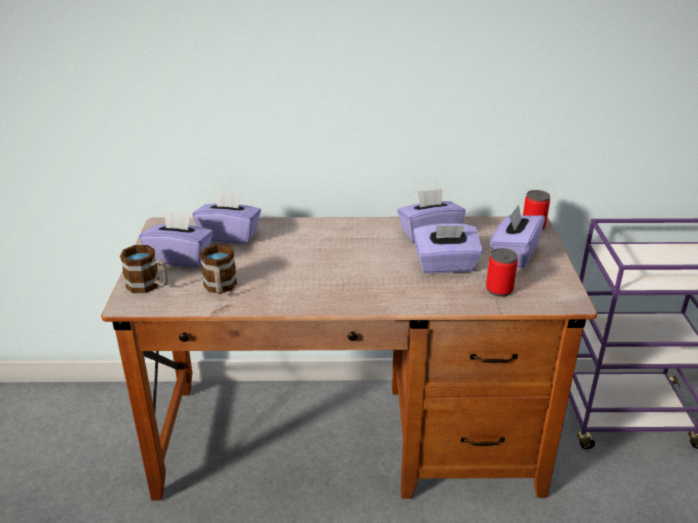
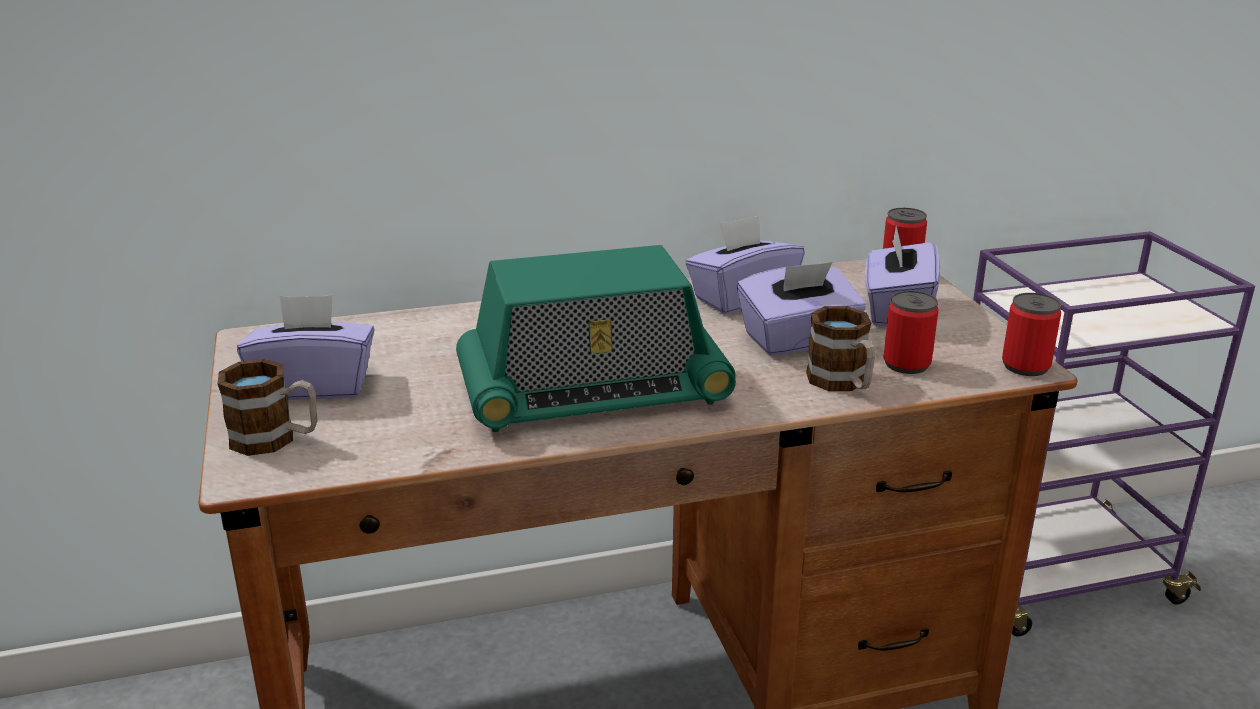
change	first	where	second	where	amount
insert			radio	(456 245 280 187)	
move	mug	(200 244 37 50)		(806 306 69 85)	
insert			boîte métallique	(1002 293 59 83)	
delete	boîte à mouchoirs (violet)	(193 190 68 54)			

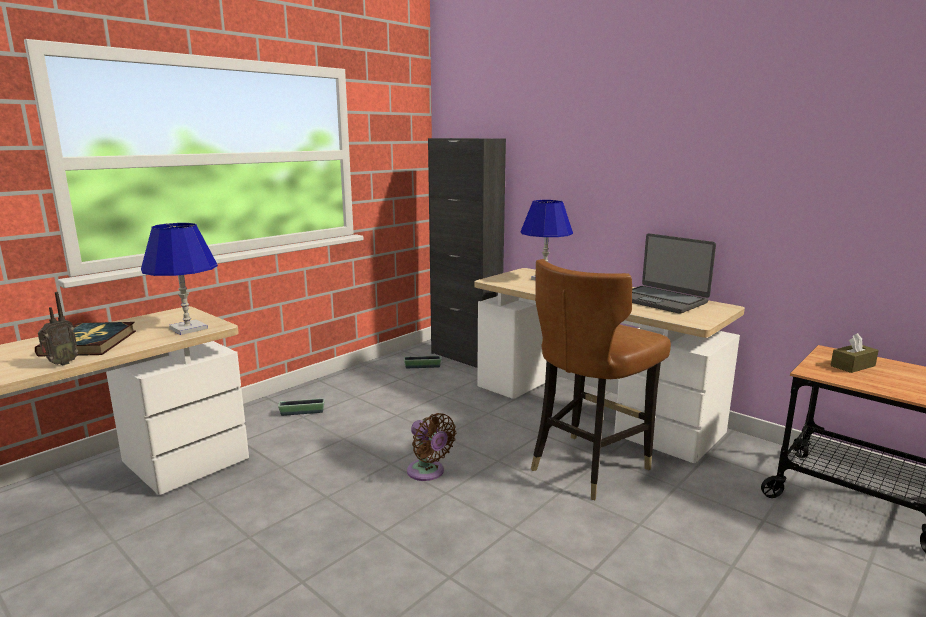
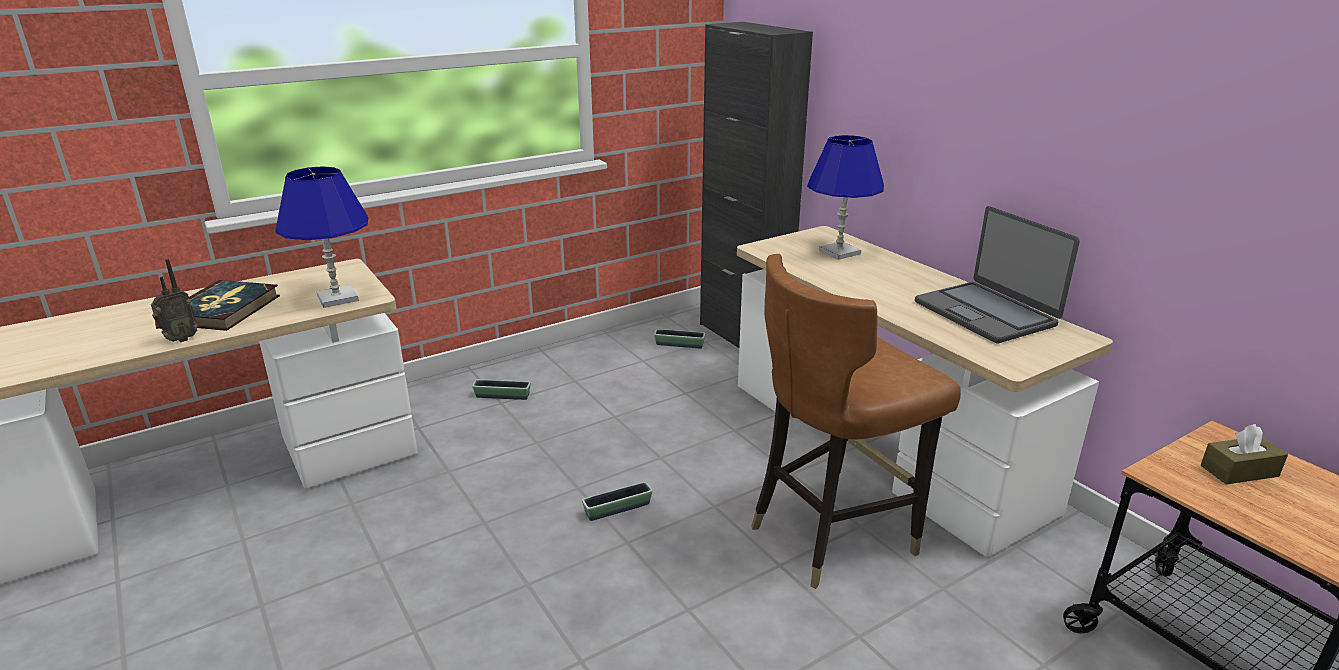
change	first	where	second	where	amount
replace	ventilateur (marron)	(407 413 49 68)	cache-pot	(582 482 71 39)	

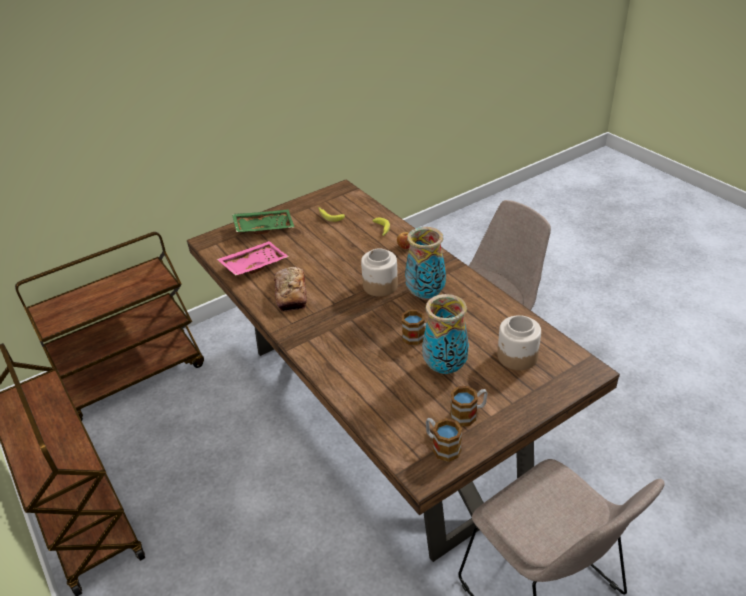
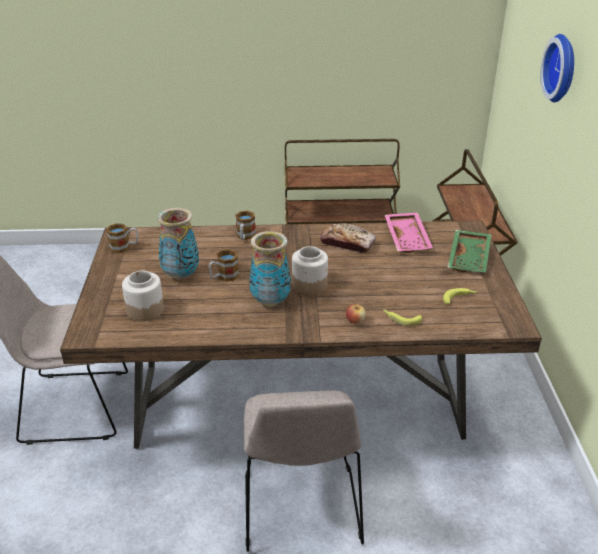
change	first	where	second	where	amount
move	mug	(450 386 38 40)		(235 211 21 29)	
insert			horloge murale	(540 34 34 68)	

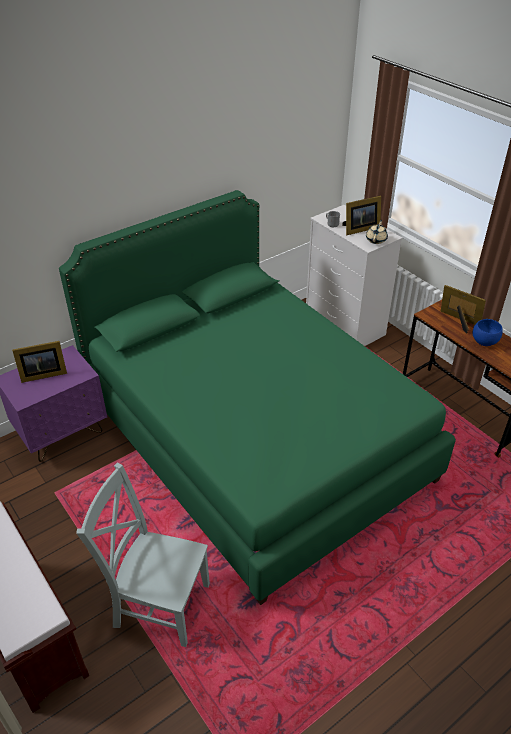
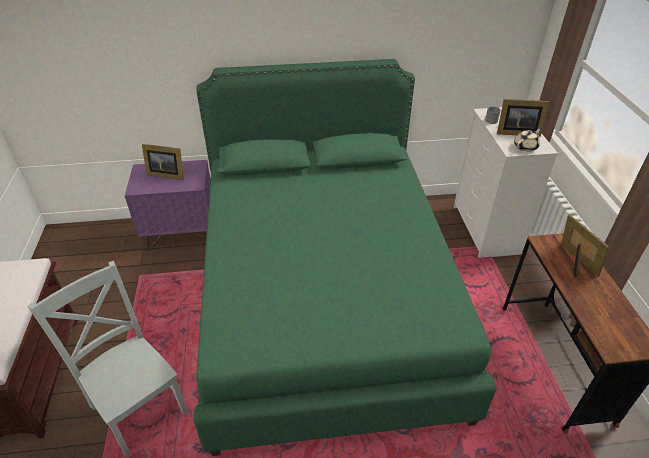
change	first	where	second	where	amount
delete	bol (bleu)	(472 319 31 27)			

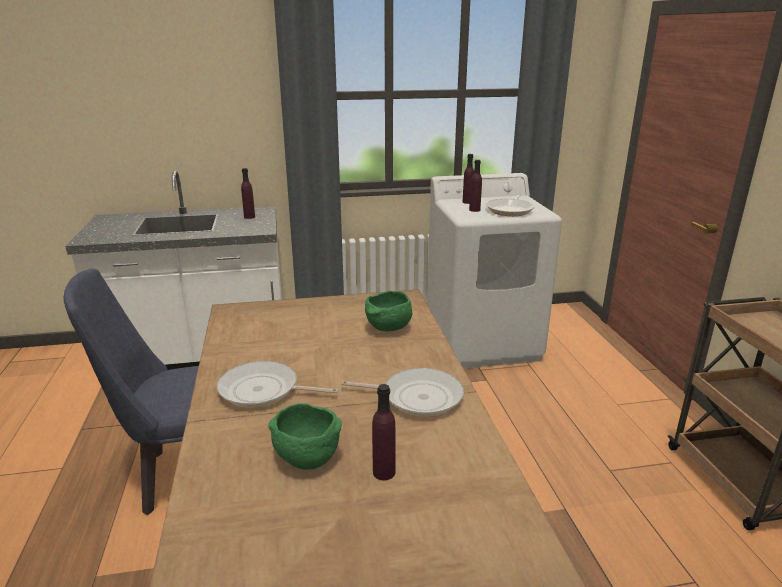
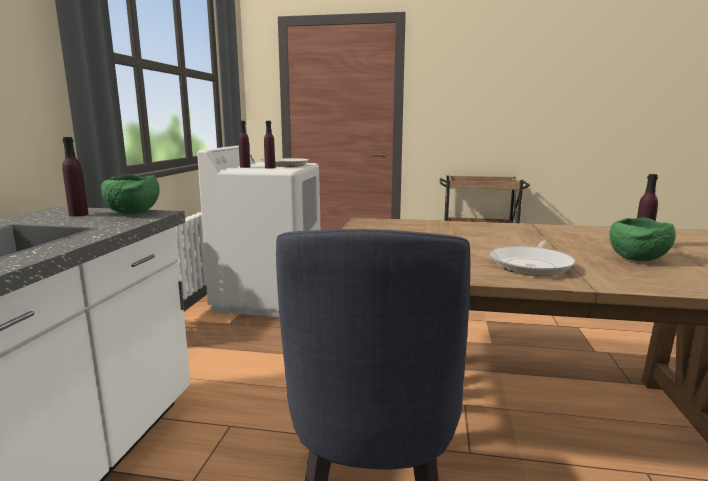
change	first	where	second	where	amount
move	bol (vert)	(365 290 47 42)		(101 174 59 40)	
delete	poêle	(341 368 123 48)			

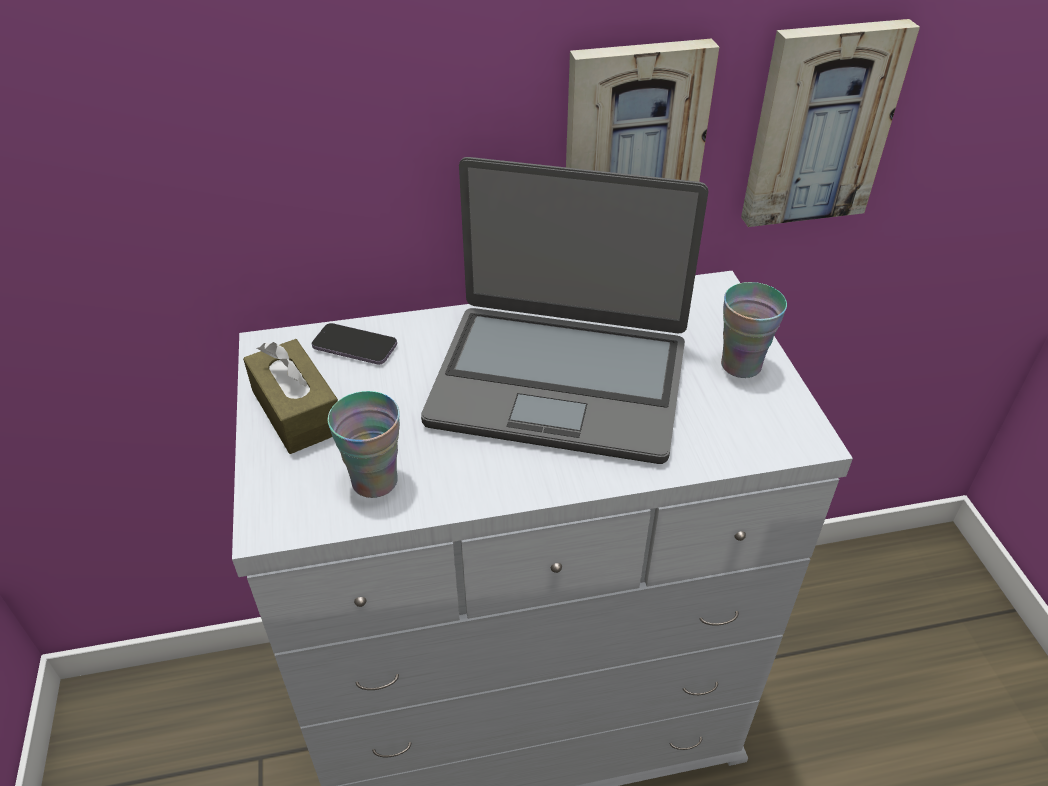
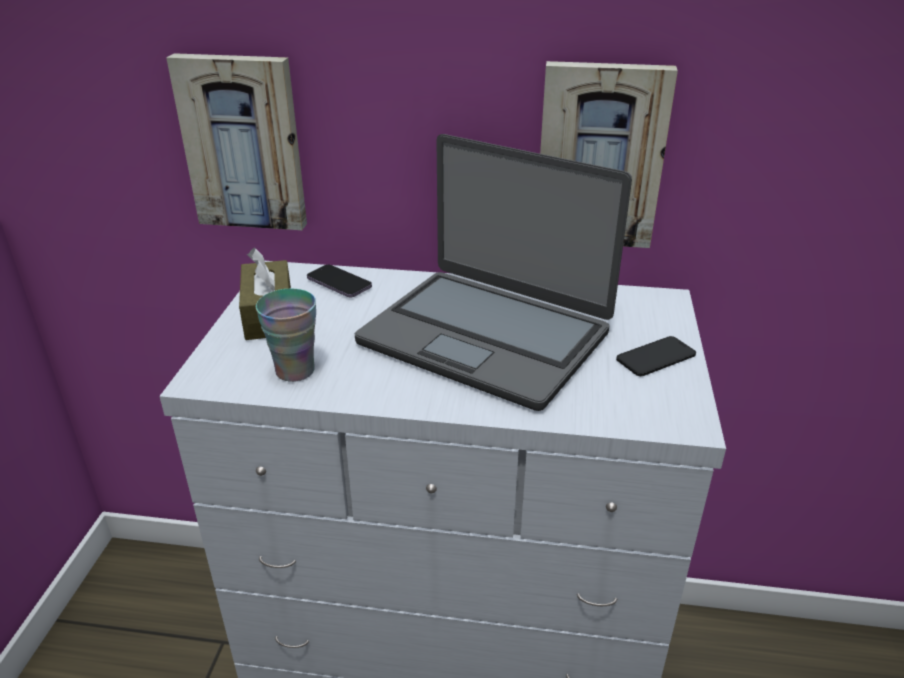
change	first	where	second	where	amount
move	tableau	(741 19 179 208)		(166 53 141 177)	
replace	tasse	(721 282 66 96)	téléphone	(616 336 80 40)	

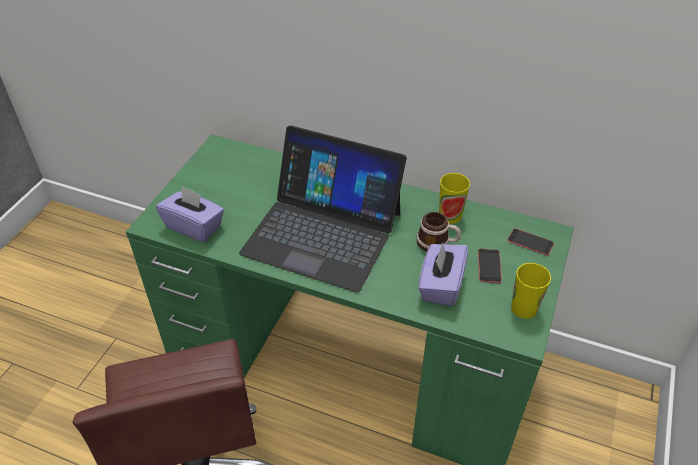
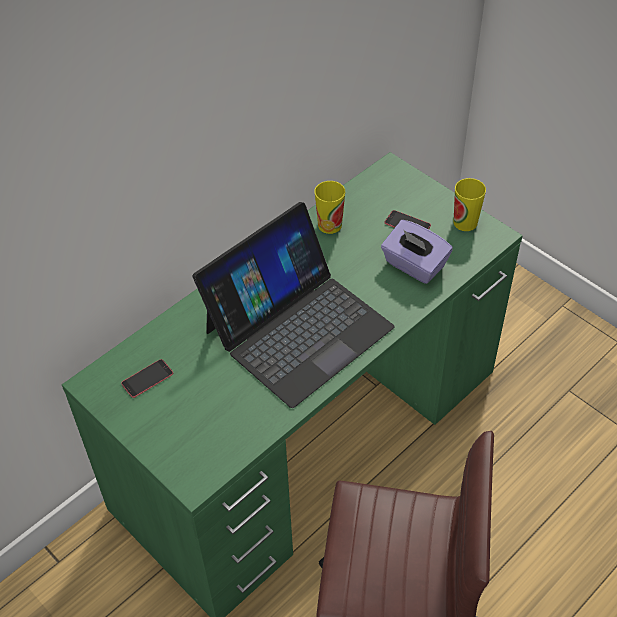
change	first	where	second	where	amount
move	téléphone	(508 228 46 28)		(121 359 52 39)	
delete	boîte à mouchoirs (violet)	(156 186 68 56)			
delete	mug	(417 212 44 39)			

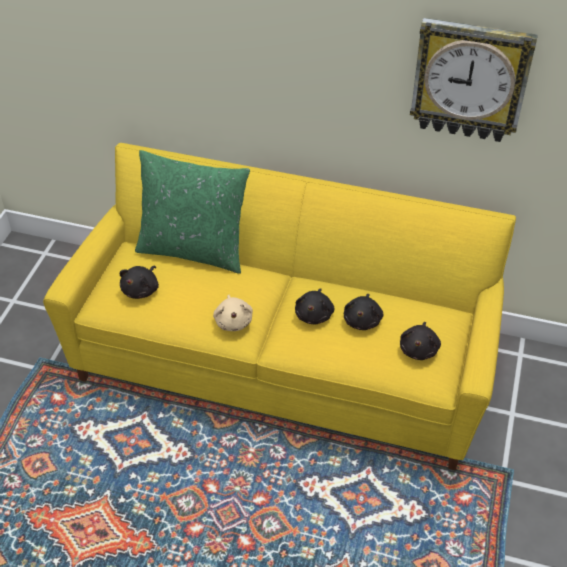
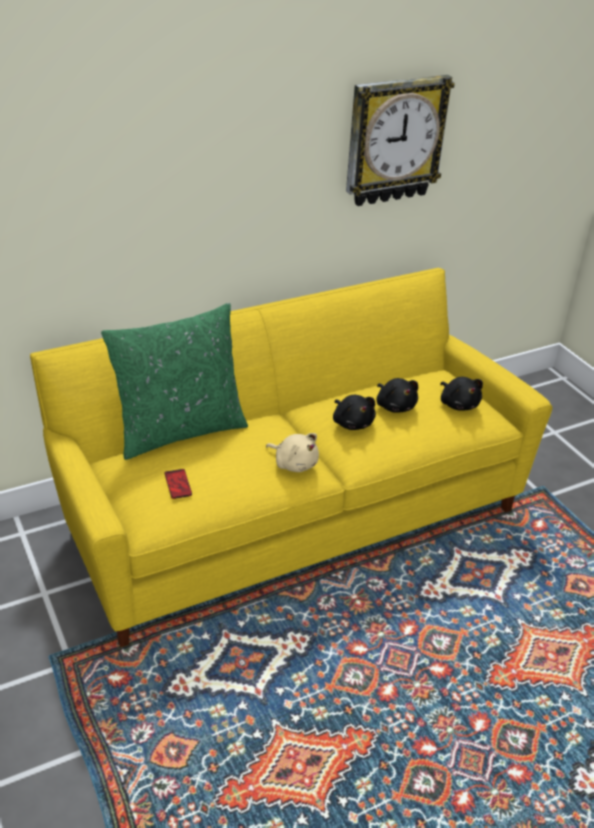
change	first	where	second	where	amount
replace	peluche (noir)	(120 266 39 33)	téléphone	(165 469 27 30)	

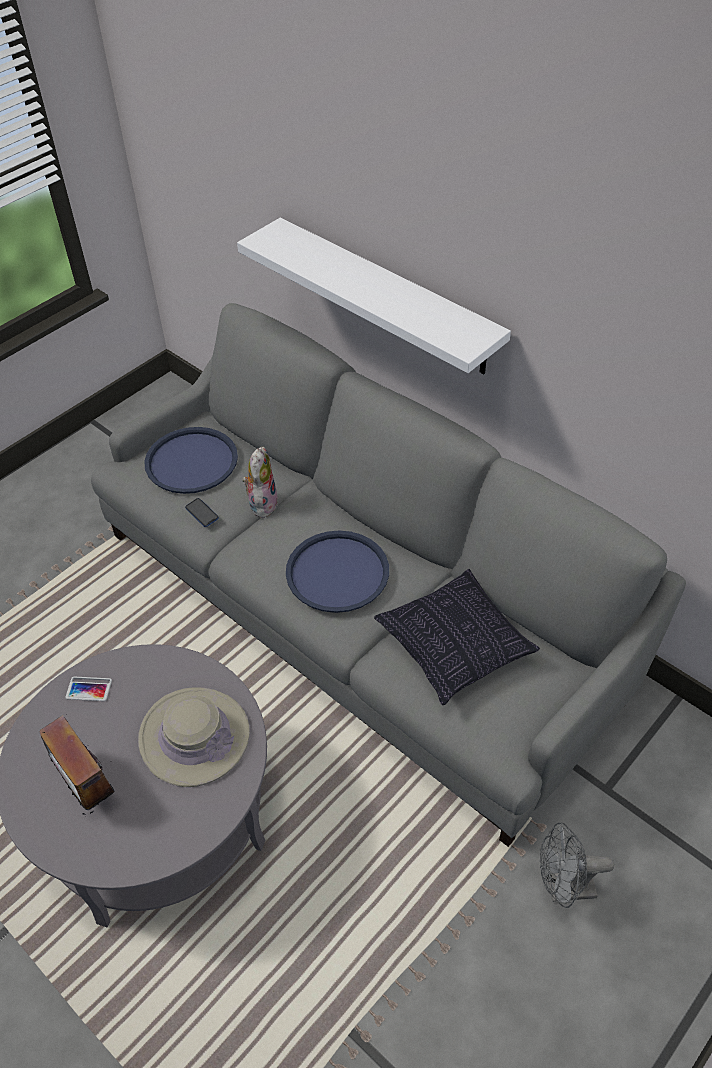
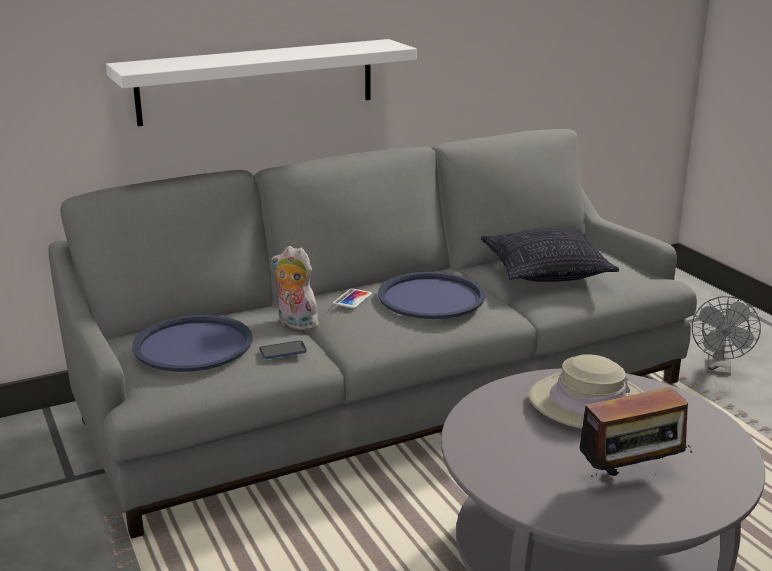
change	first	where	second	where	amount
move	téléphone	(65 676 47 25)		(333 288 39 20)	

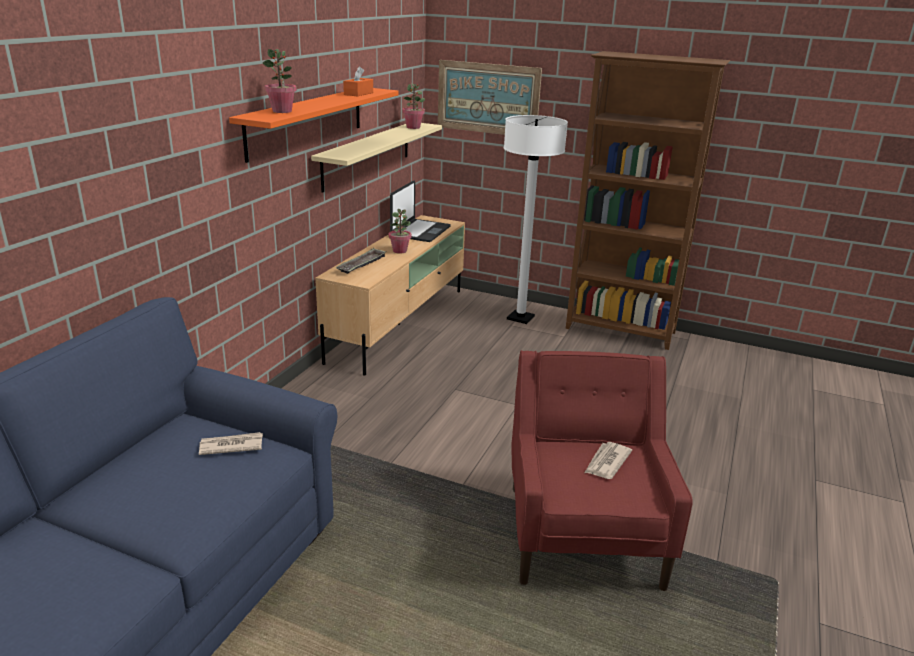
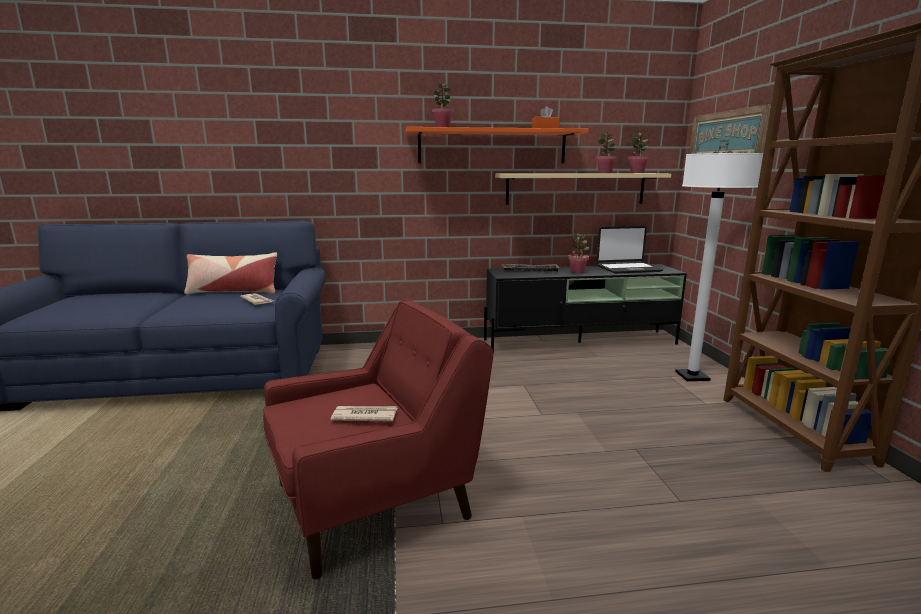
change	first	where	second	where	amount
insert			coussin	(184 252 93 42)	
recolor	meuble télé (beige)	(315 215 150 161)	meuble télé (noir)	(484 264 203 89)	
insert			plante en pot	(596 132 21 41)	

